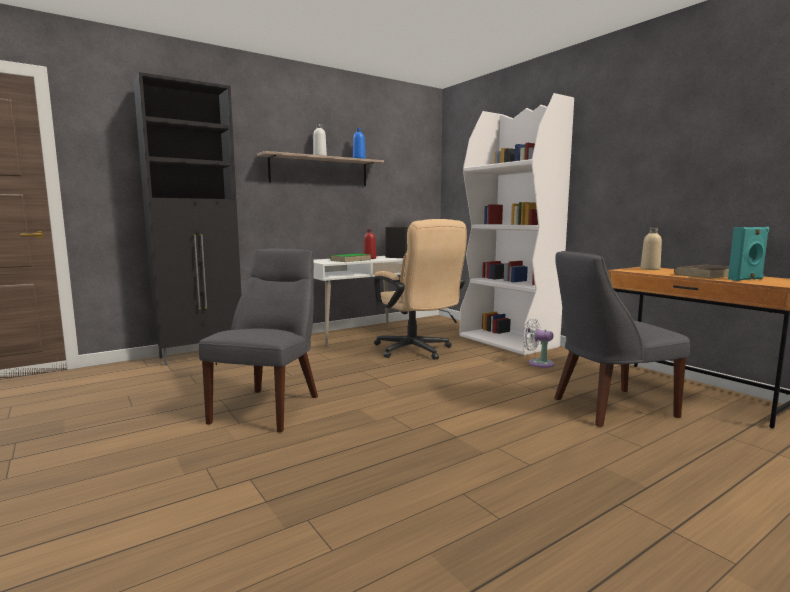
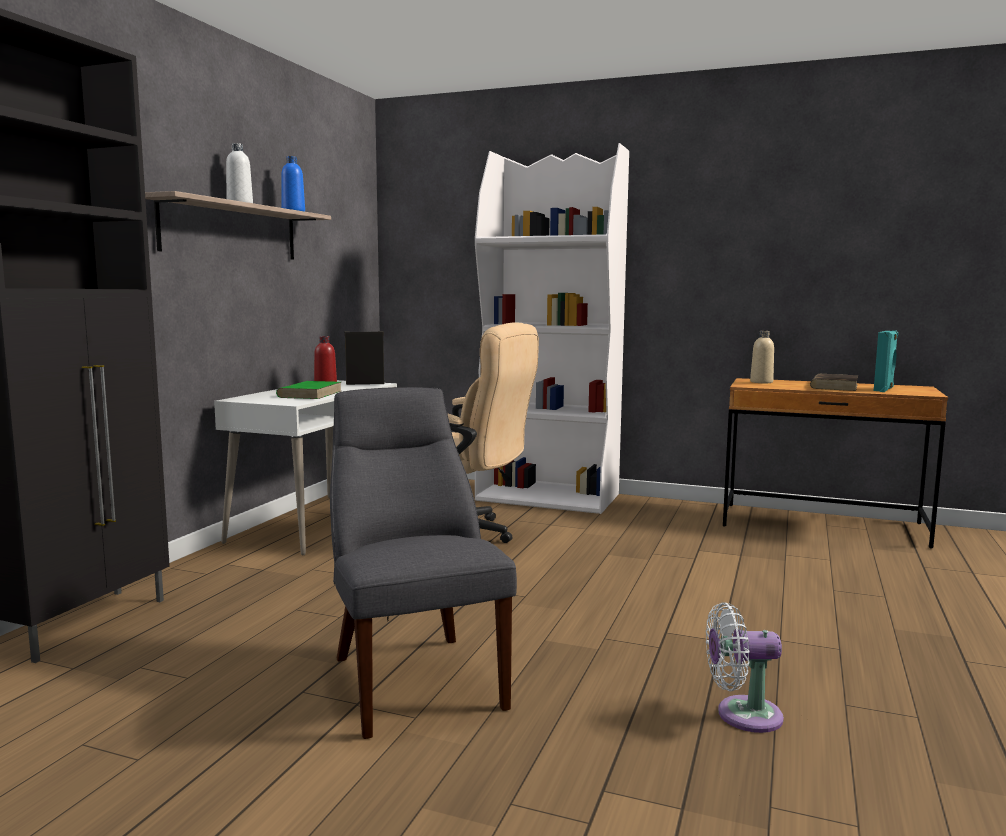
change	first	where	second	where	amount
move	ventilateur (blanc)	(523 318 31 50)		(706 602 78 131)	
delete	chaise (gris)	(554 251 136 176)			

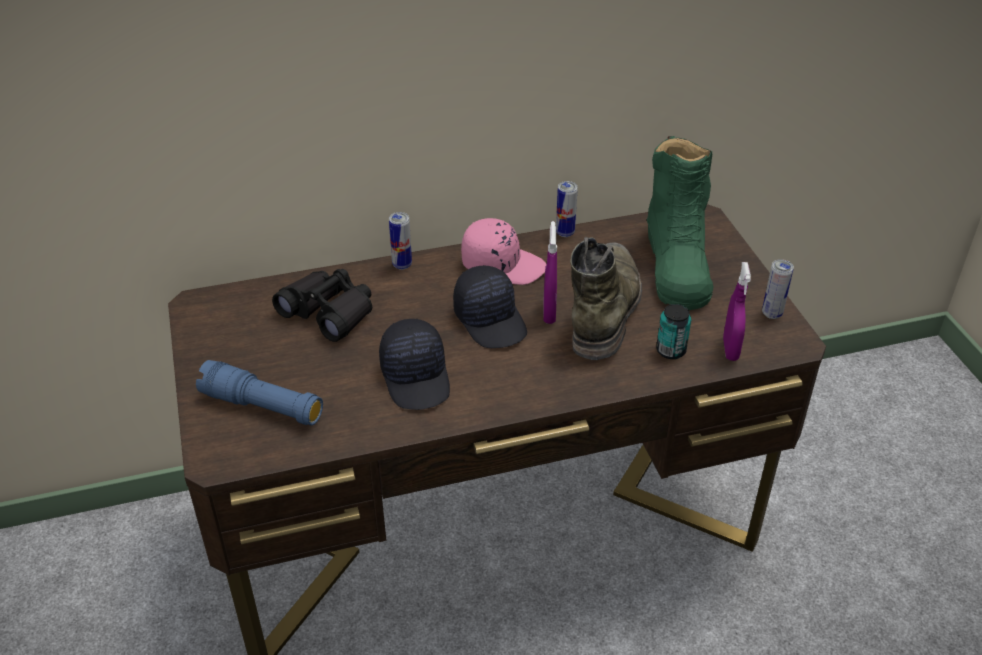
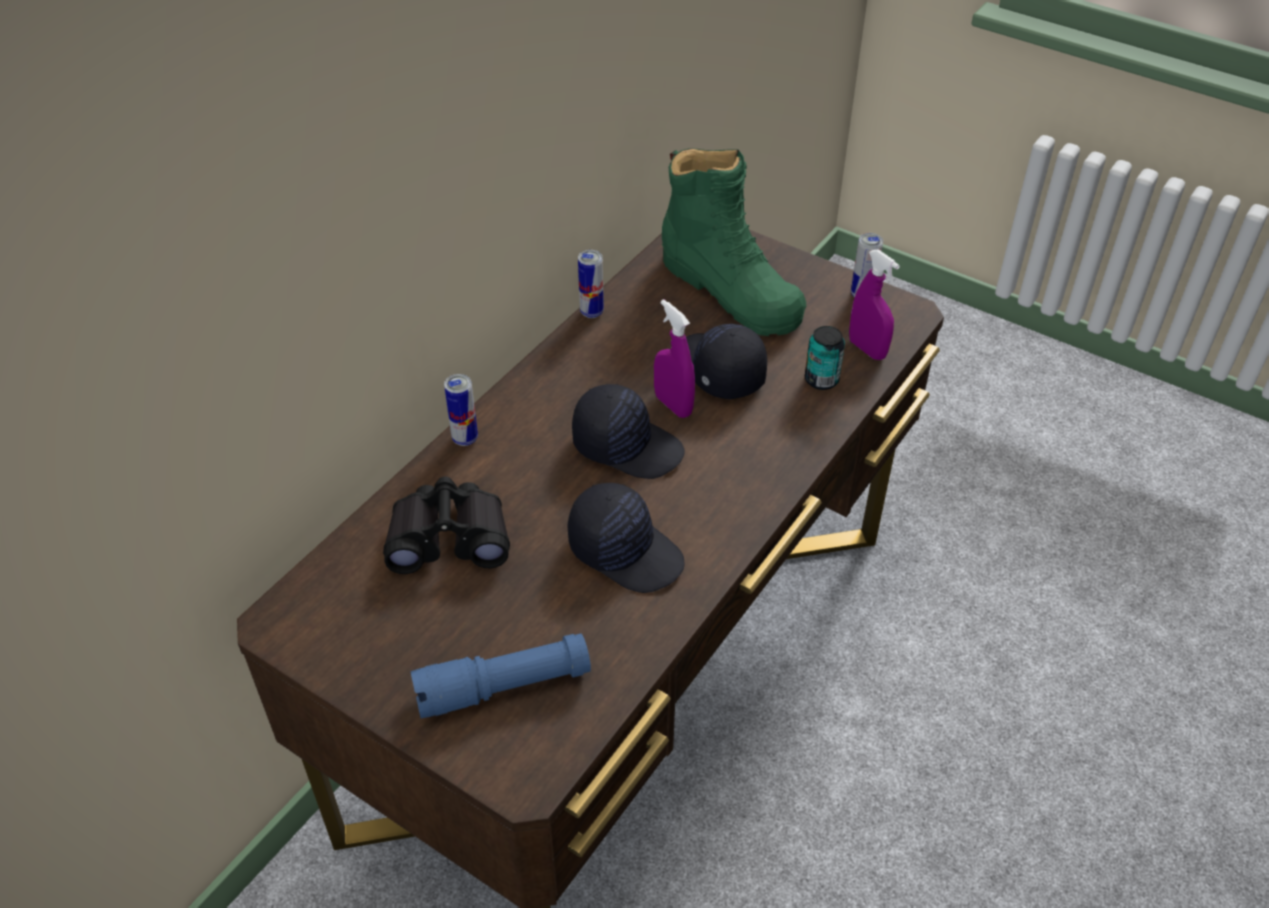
change	first	where	second	where	amount
replace	botte (vert)	(570 237 72 123)	casquette (noir)	(686 323 81 76)	
delete	casquette (rose)	(461 218 86 67)			

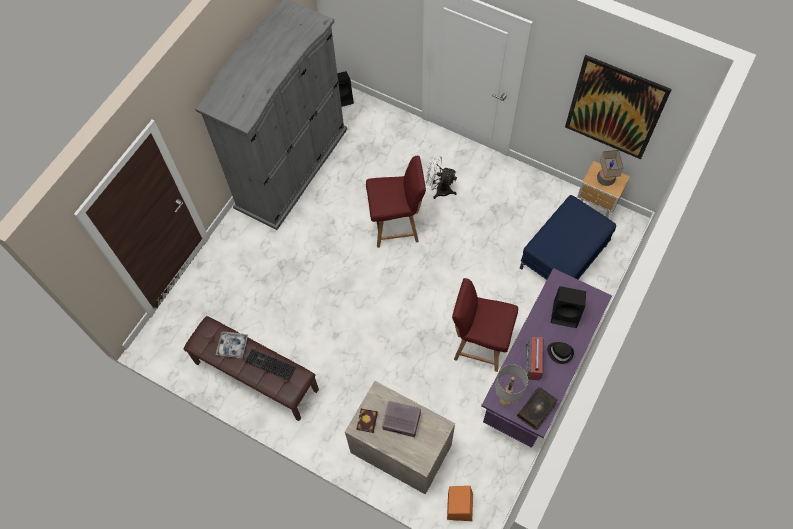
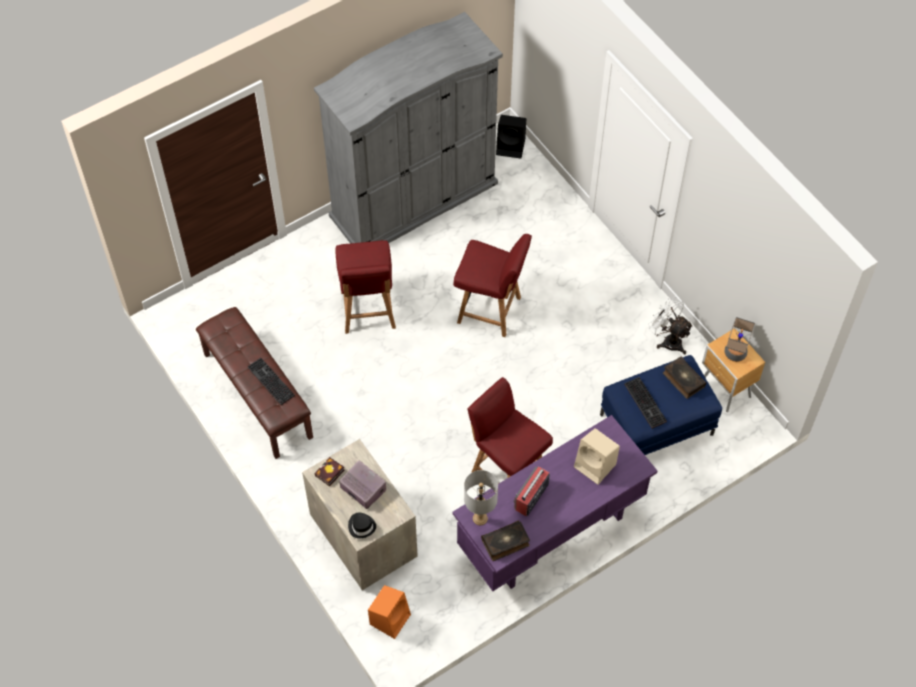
change	first	where	second	where	amount
insert			chaise (rouge)	(336 240 60 94)	
move	chapeau (noir)	(547 342 27 22)		(348 513 28 25)	
recolor	enceinte (noir)	(551 286 35 42)	enceinte (beige)	(574 428 46 57)	
insert			clavier	(624 377 43 52)	
move	ventilateur (blanc)	(425 155 32 44)		(648 297 45 58)	
insert			livre	(663 356 43 43)	
delete	plateau	(216 331 32 28)			
delete	tableau	(565 55 107 104)			

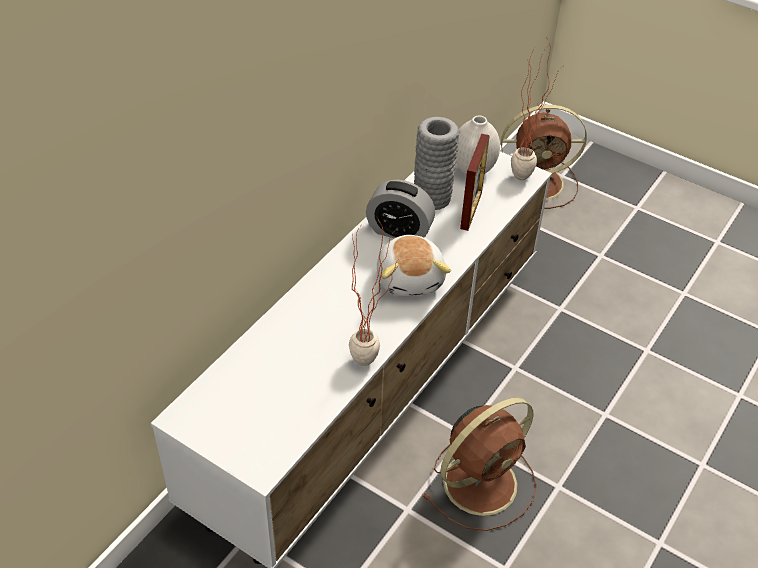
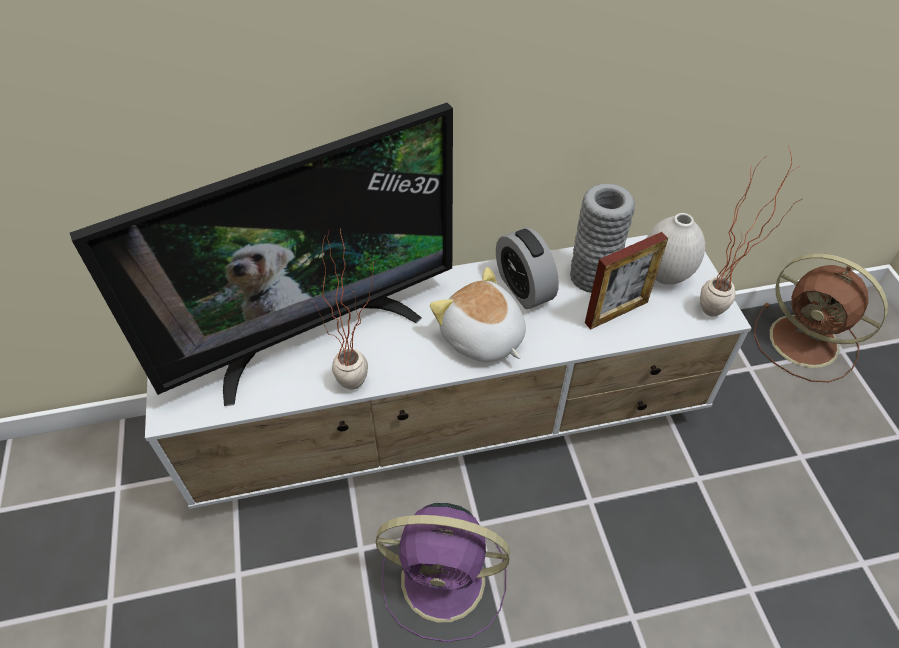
change	first	where	second	where	amount
insert			téléviseur	(70 103 383 303)	
recolor	ventilateur (marron)	(422 398 115 133)	ventilateur (violet)	(376 503 134 139)	
rotate	peluche	(377 235 74 61)		(430 267 96 95)	105 degrees clockwise

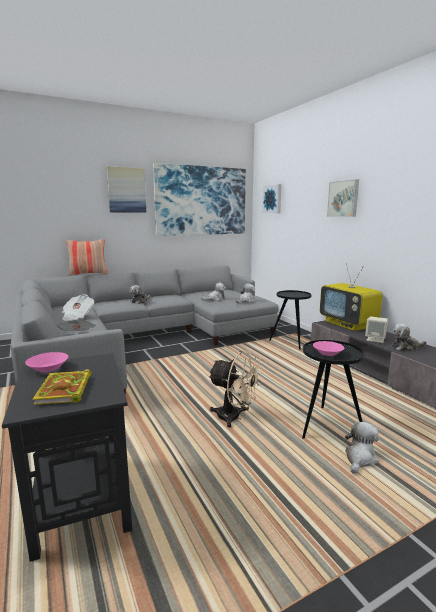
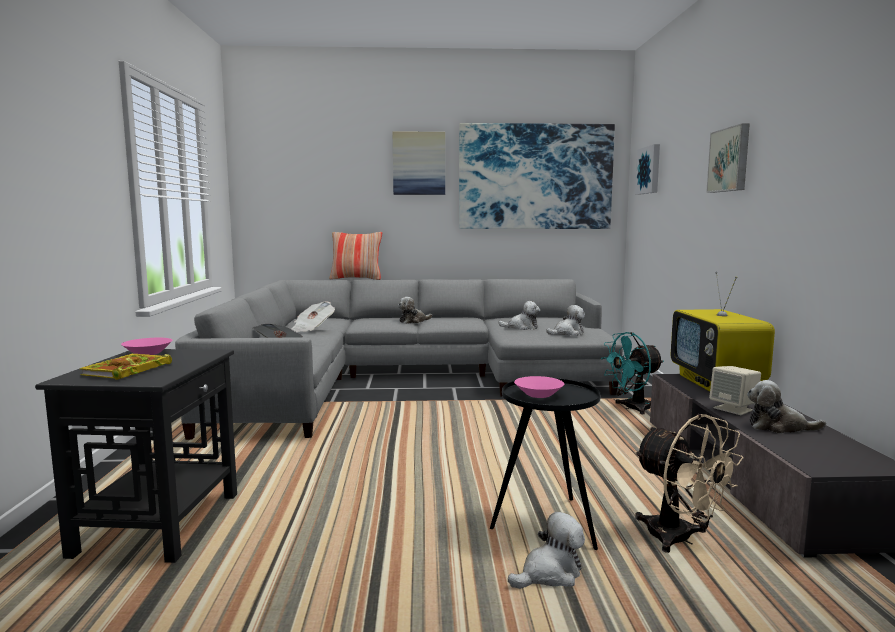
change	first	where	second	where	amount
replace	table d'appoint (noir)	(269 290 43 60)	ventilateur (turquoise)	(601 332 63 82)	
move	ventilateur (beige)	(208 350 54 78)		(634 414 110 139)	

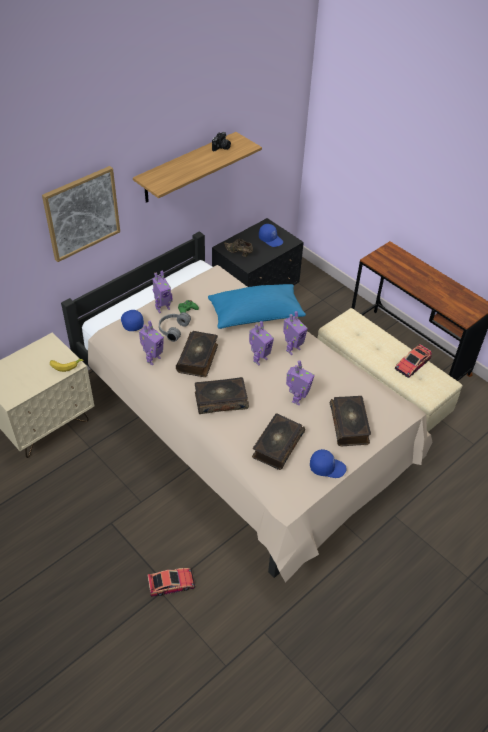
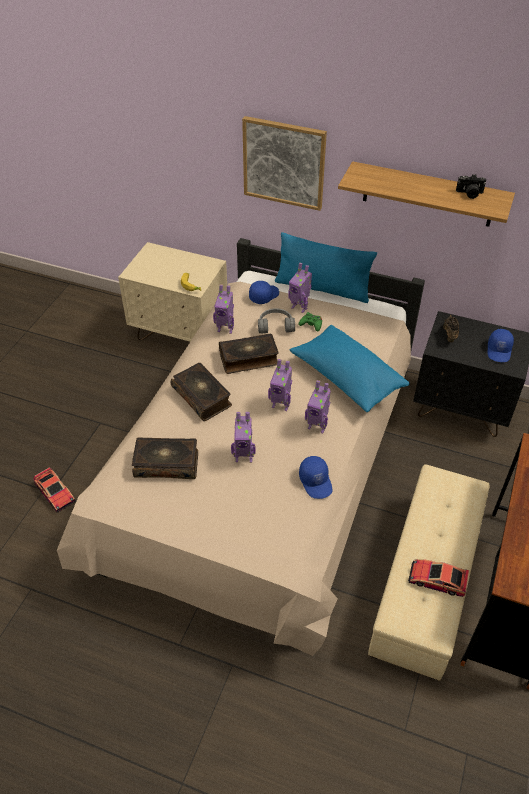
change	first	where	second	where	amount
insert			coussin (bleu)	(275 232 102 71)	
move	casquette (bleu)	(310 449 37 29)		(299 456 33 43)	
delete	livre	(330 396 41 50)			

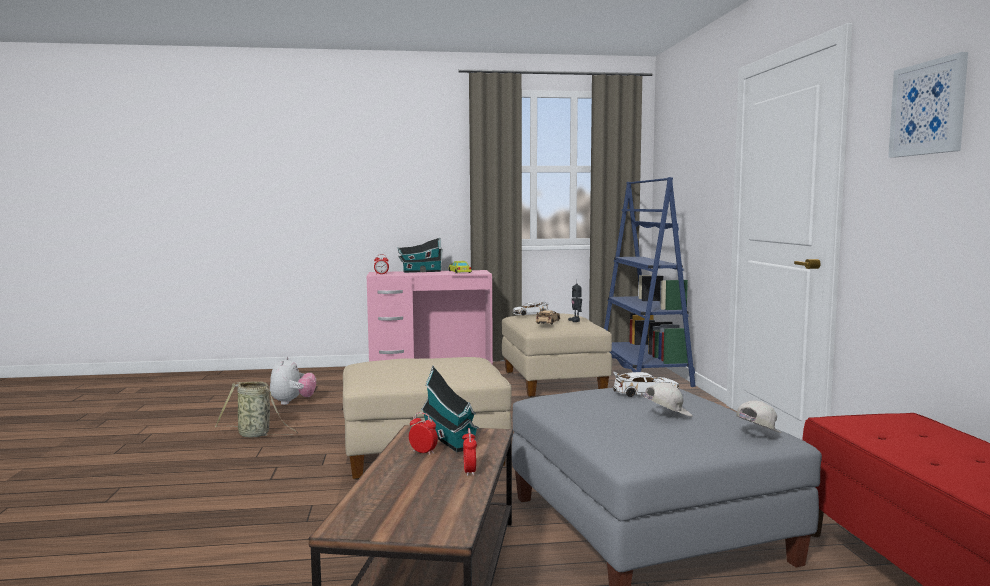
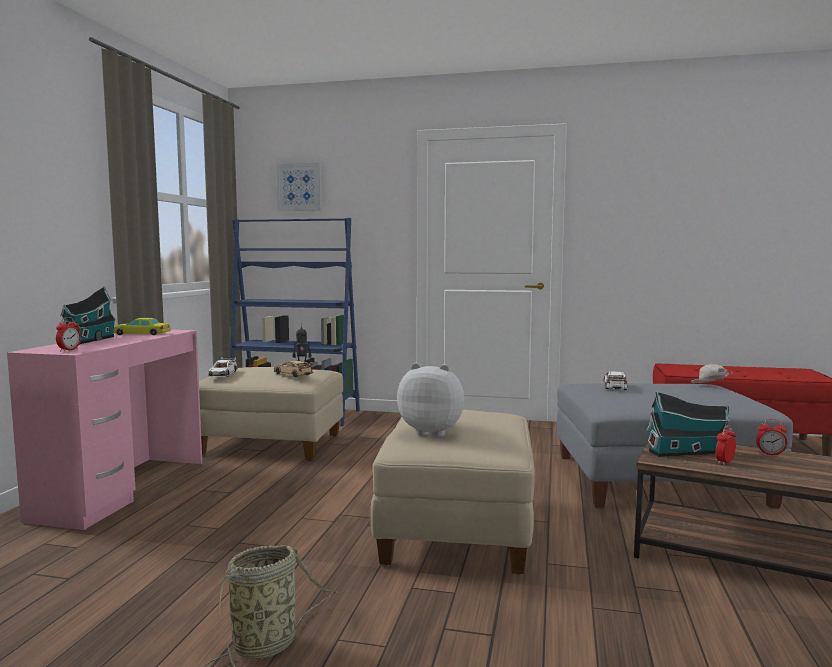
change	first	where	second	where	amount
move	tableau	(888 52 80 106)		(276 163 46 48)	
move	peluche	(270 357 46 48)		(397 363 67 74)	
delete	casquette (blanc)	(640 383 53 34)			

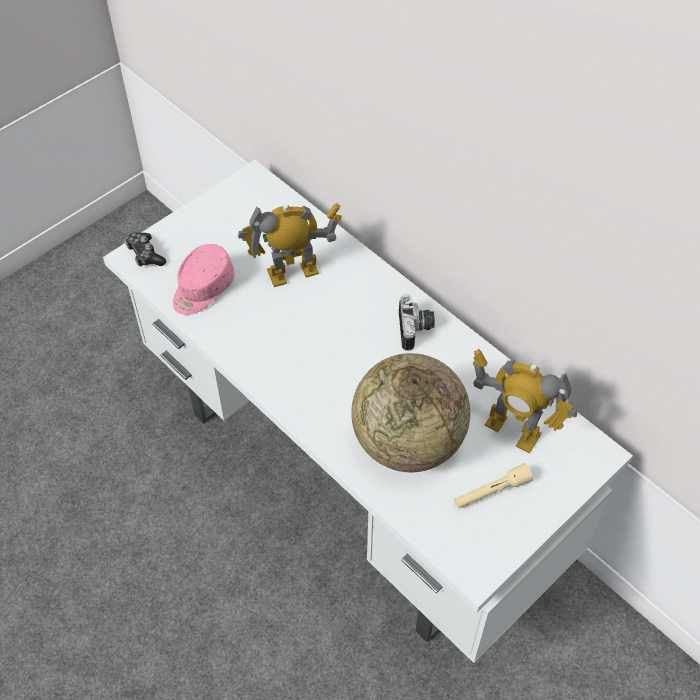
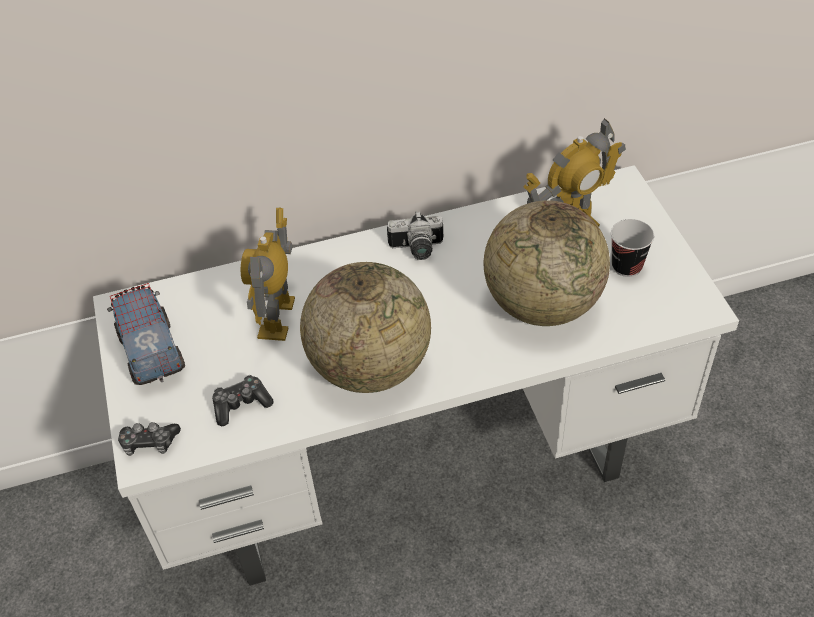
change	first	where	second	where	amount
insert			camion jouet	(107 283 78 102)	
replace	casquette (rose)	(173 244 62 71)	manette	(212 375 61 51)	
insert			globe	(300 262 131 131)	
rotate	appareil photo	(399 294 36 57)		(387 211 56 49)	150 degrees clockwise
replace	lampe de poche (beige)	(454 463 79 46)	tasse	(611 219 43 58)	

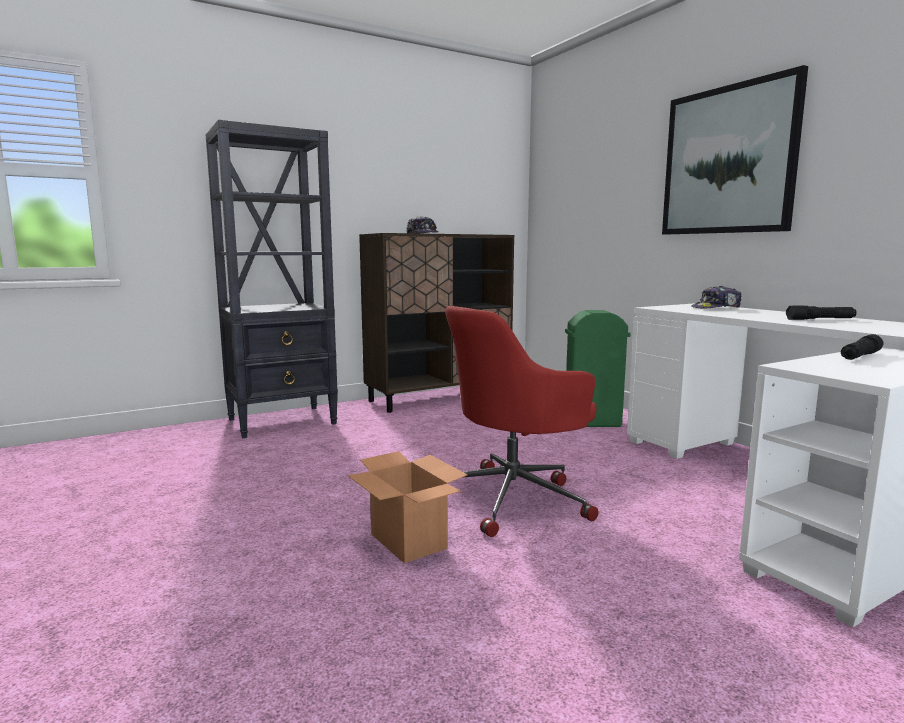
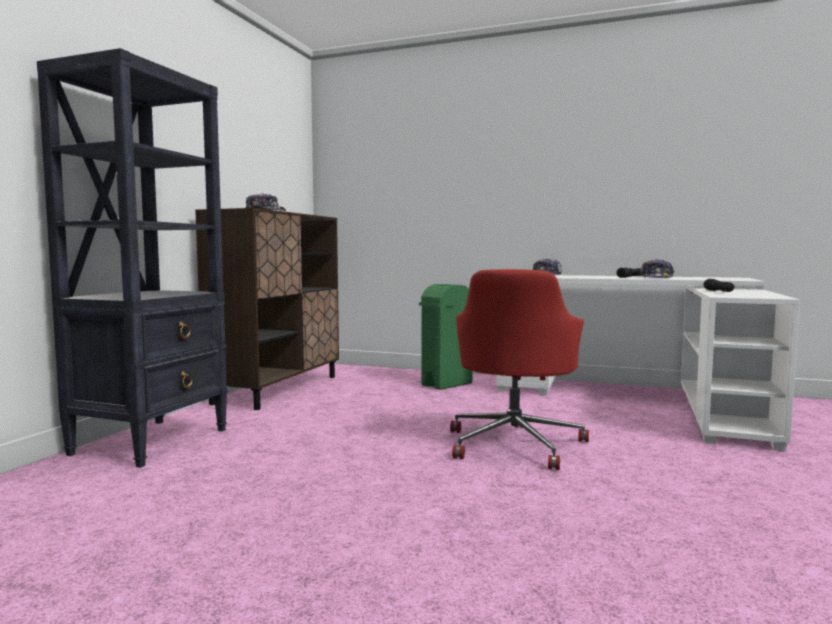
change	first	where	second	where	amount
insert			casquette	(641 259 33 19)	
delete	carton	(348 451 119 112)			
delete	tableau	(662 65 146 170)			

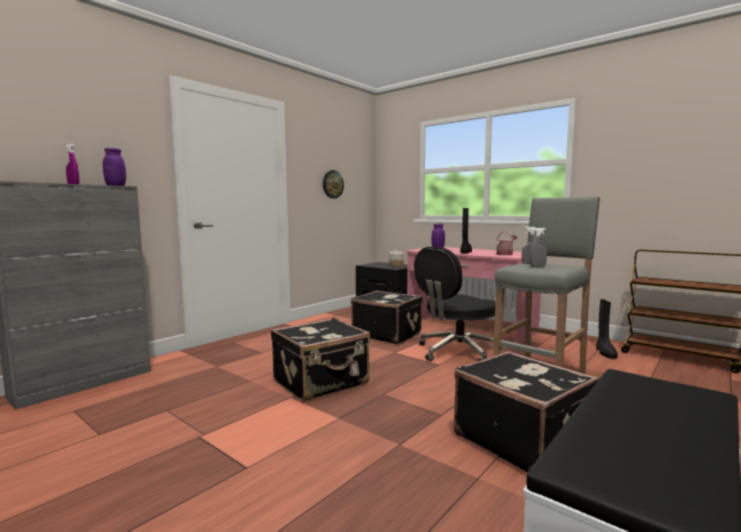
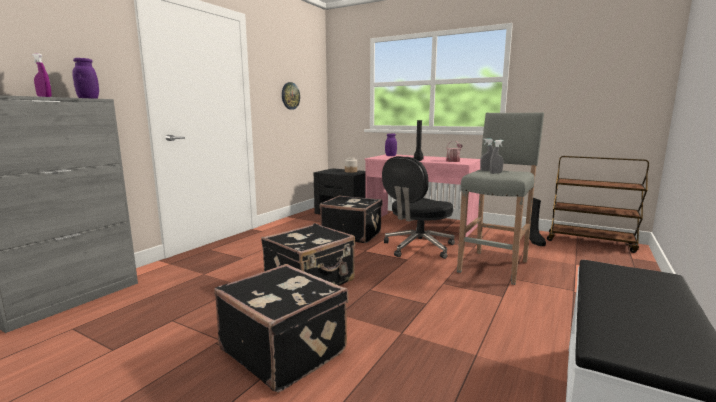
change	first	where	second	where	amount
move	valise (noir)	(454 351 145 122)		(214 264 135 128)	

